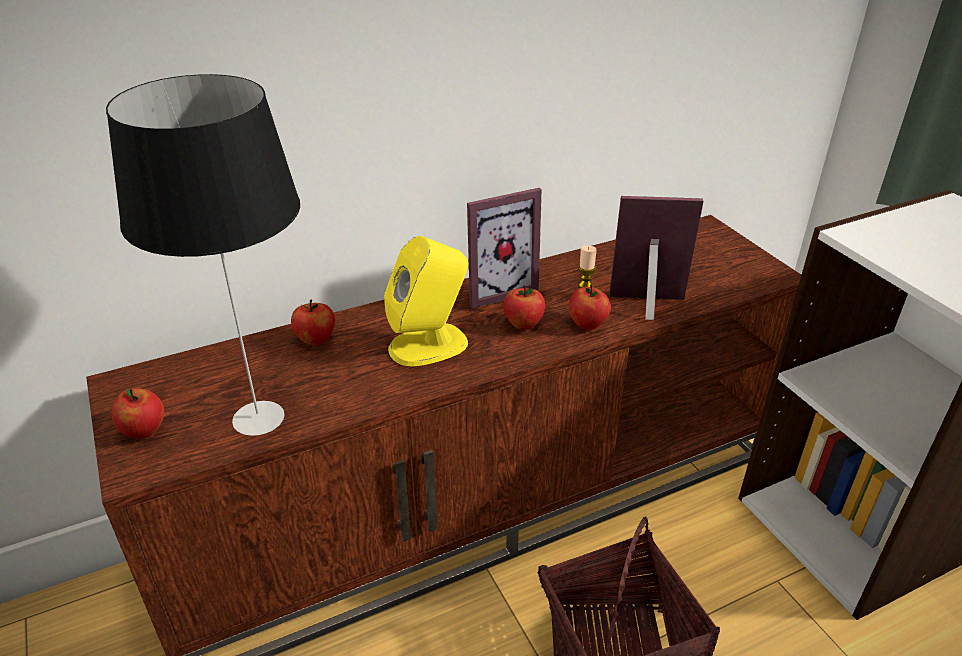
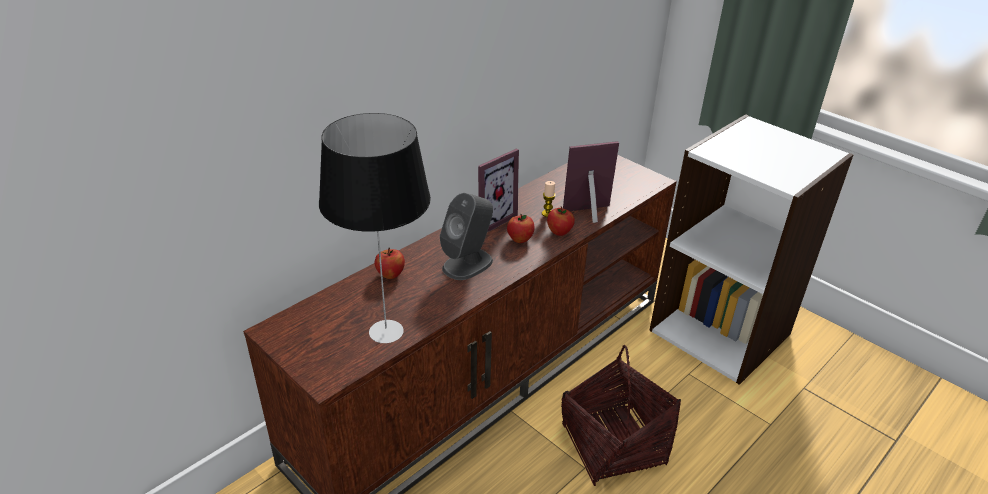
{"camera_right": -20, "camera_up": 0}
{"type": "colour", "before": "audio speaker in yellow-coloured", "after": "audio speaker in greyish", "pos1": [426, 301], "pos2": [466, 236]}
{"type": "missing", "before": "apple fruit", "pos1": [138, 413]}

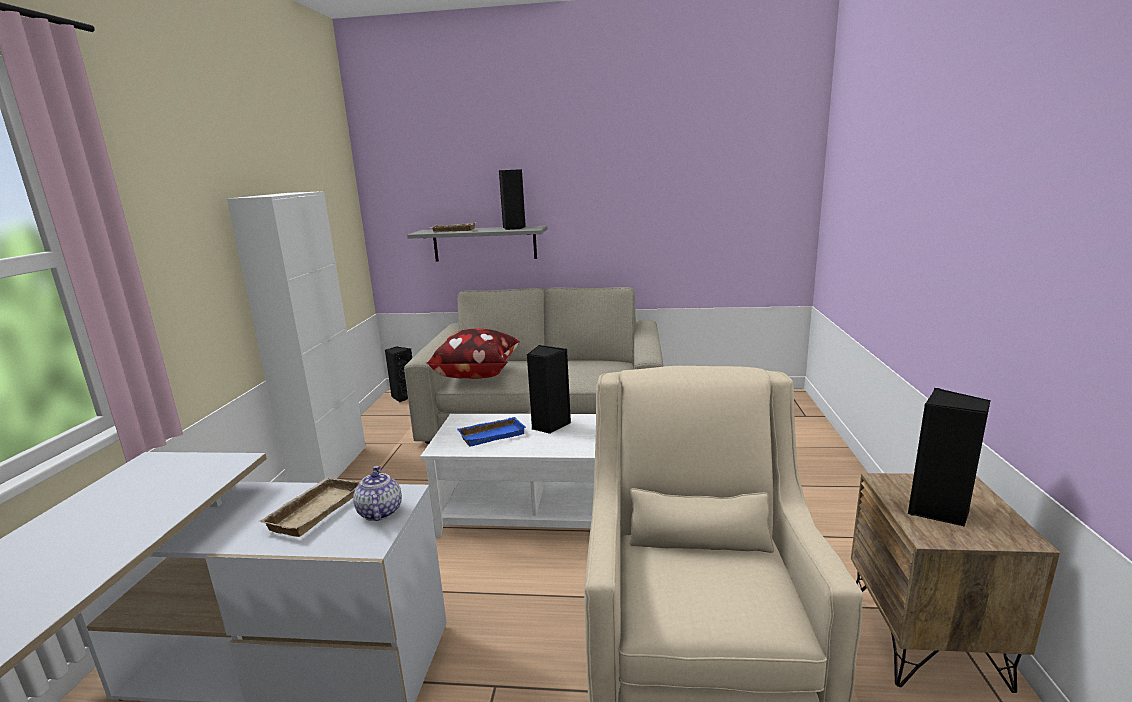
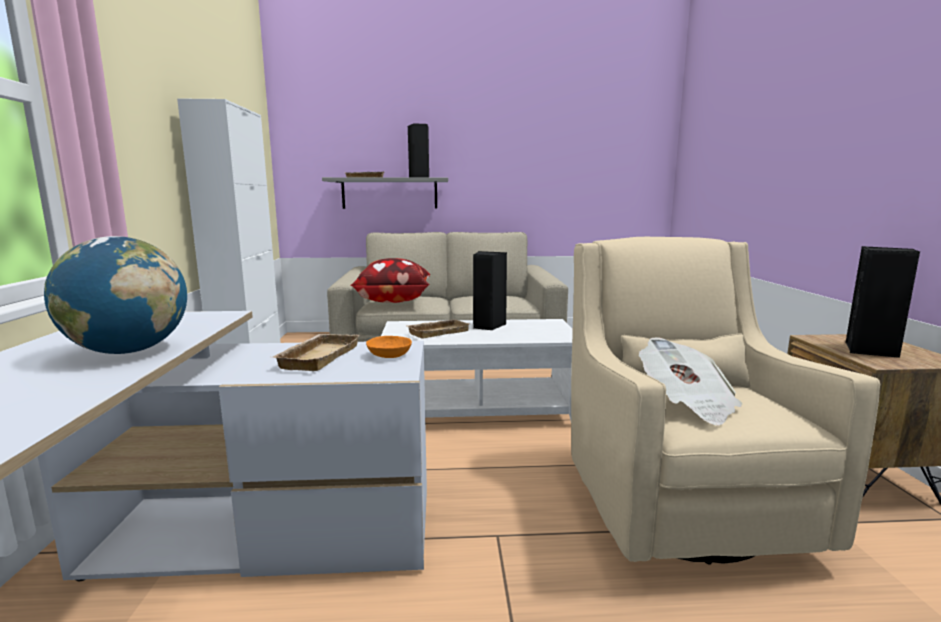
{"camera_right": -10, "camera_up": -5}
{"type": "appeared", "after": "desk globe", "pos2": [115, 295]}
{"type": "exchanged", "before": "tea pot", "after": "serving bowl in orangey", "pos1": [377, 493], "pos2": [389, 347]}
{"type": "colour", "before": "carrying tray in bluish", "after": "carrying tray in beige", "pos1": [491, 432], "pos2": [437, 329]}
{"type": "appeared", "after": "daily paper", "pos2": [690, 381]}
{"type": "missing", "before": "audio speaker in blackish", "pos1": [398, 374]}

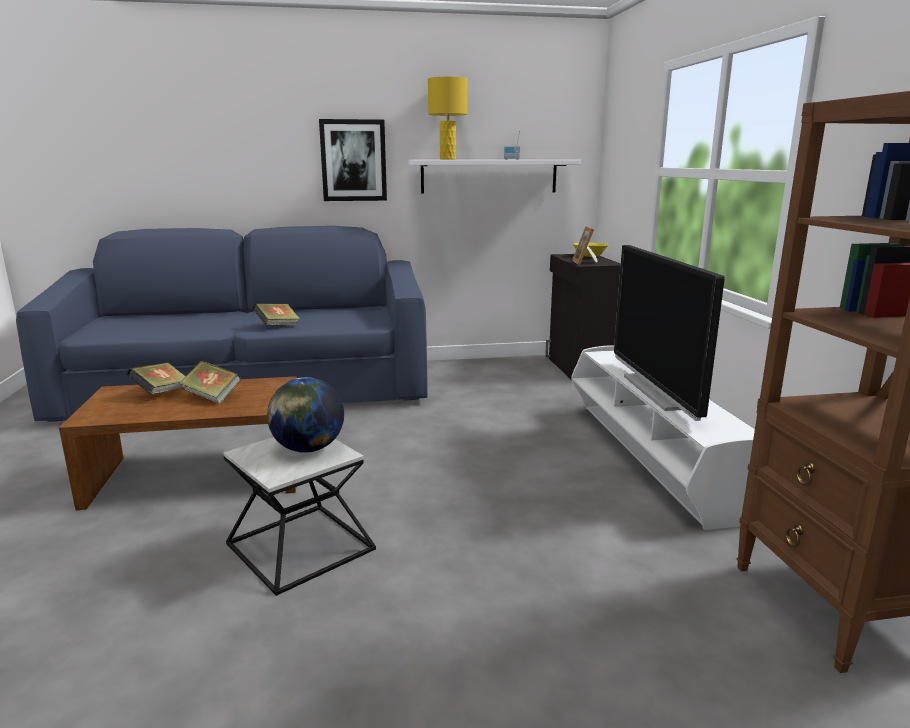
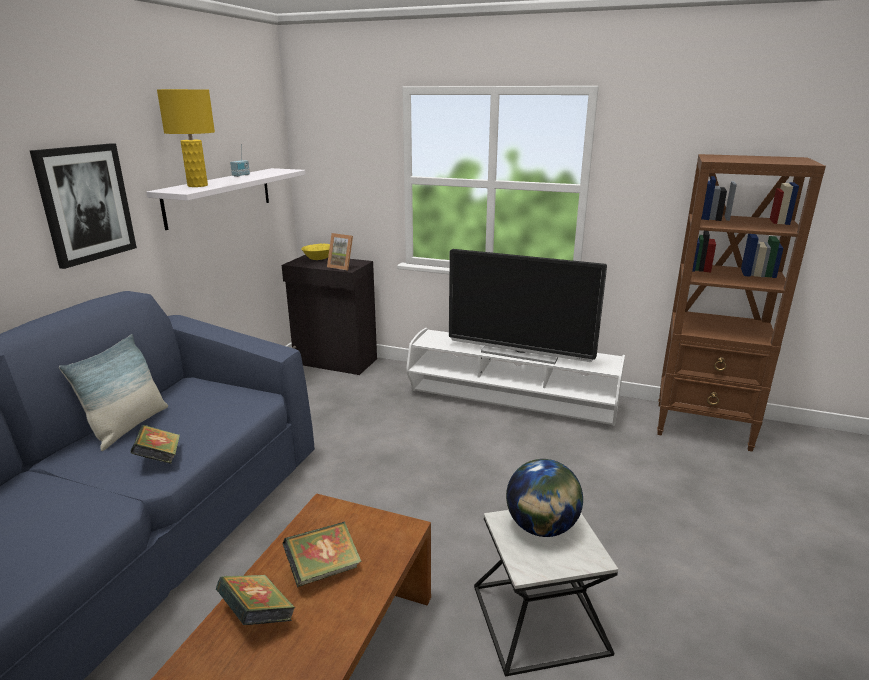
{"camera_right": -60, "camera_up": 5}
{"type": "appeared", "after": "pillow", "pos2": [113, 392]}

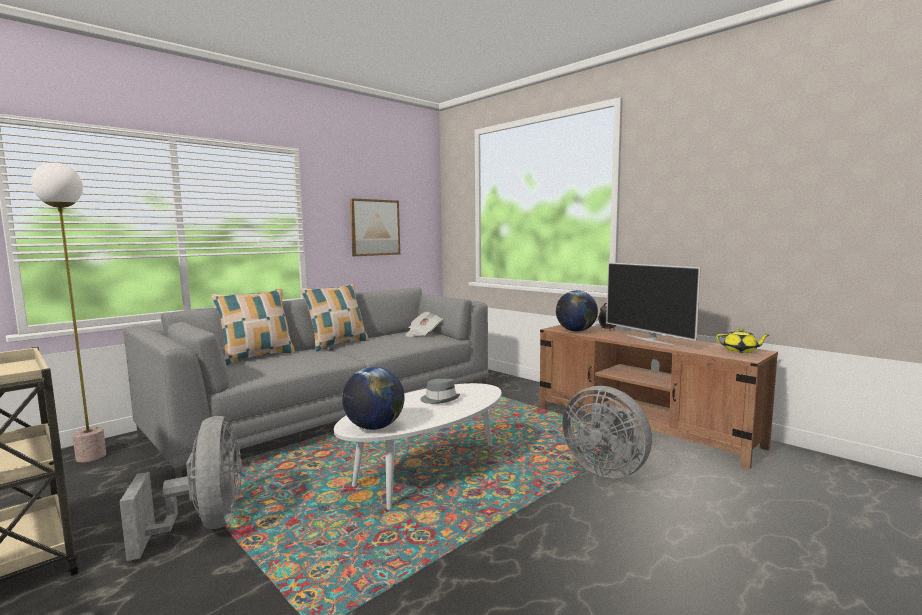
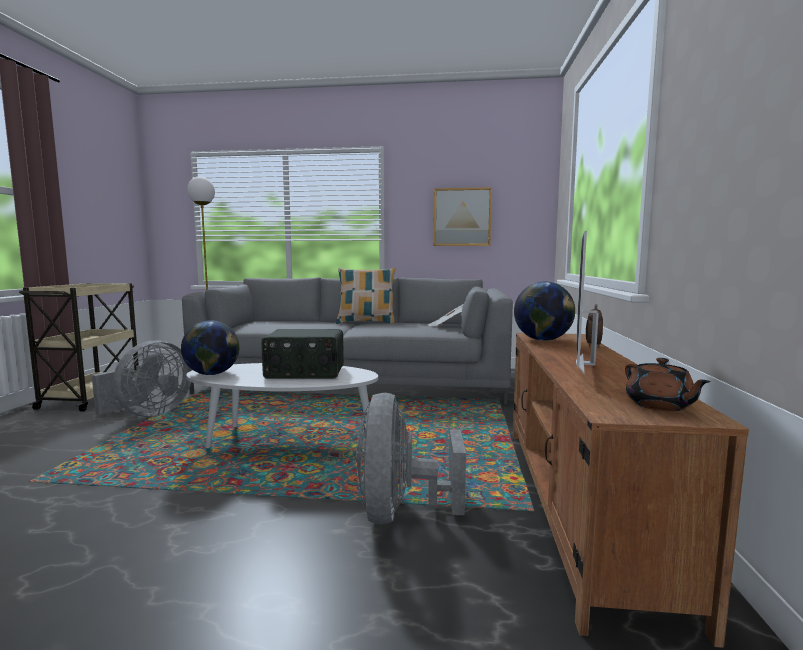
{"camera_right": 50, "camera_up": 0}
{"type": "exchanged", "before": "hat in greyish", "after": "radio receiver", "pos1": [440, 391], "pos2": [302, 354]}
{"type": "colour", "before": "tea pot in yellow-coloured", "after": "tea pot in brown", "pos1": [742, 340], "pos2": [668, 384]}
{"type": "missing", "before": "pillow", "pos1": [253, 327]}

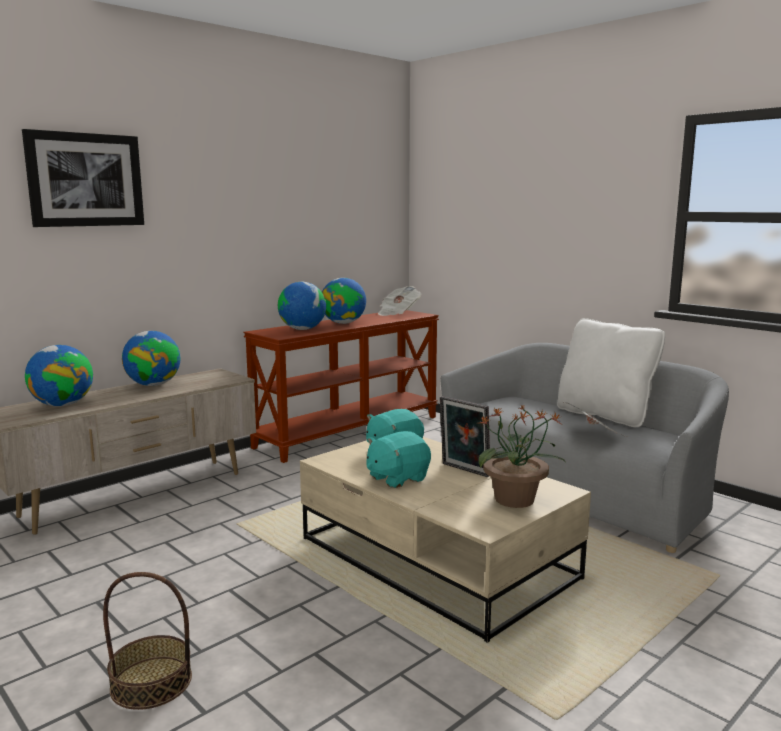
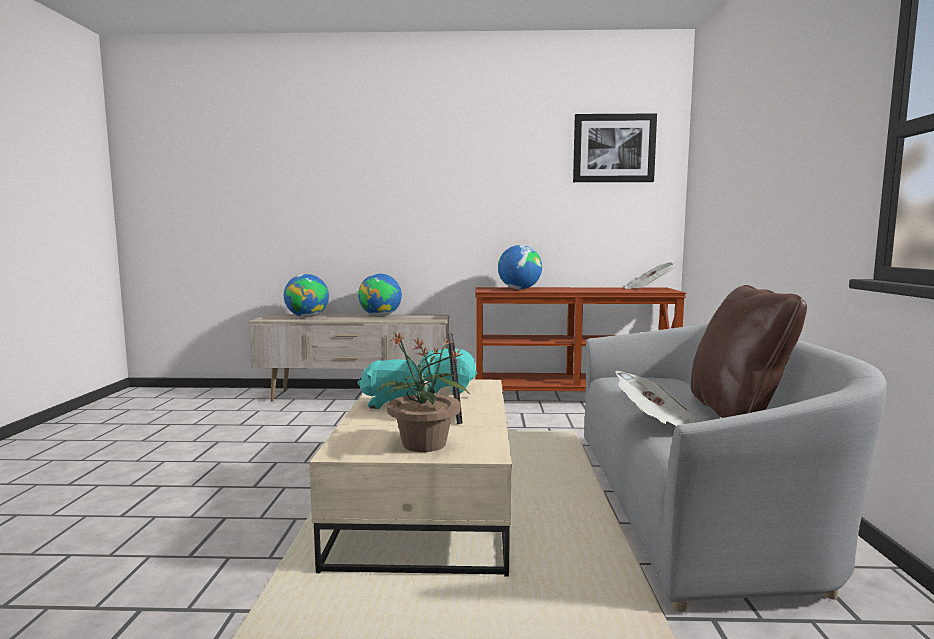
{"camera_right": 45, "camera_up": -5}
{"type": "relocated", "before": "wall picture", "pos1": [83, 178], "pos2": [615, 148]}
{"type": "colour", "before": "pillow in white", "after": "pillow in brown", "pos1": [611, 372], "pos2": [749, 351]}
{"type": "missing", "before": "basket", "pos1": [147, 641]}
{"type": "missing", "before": "desk globe", "pos1": [344, 301]}

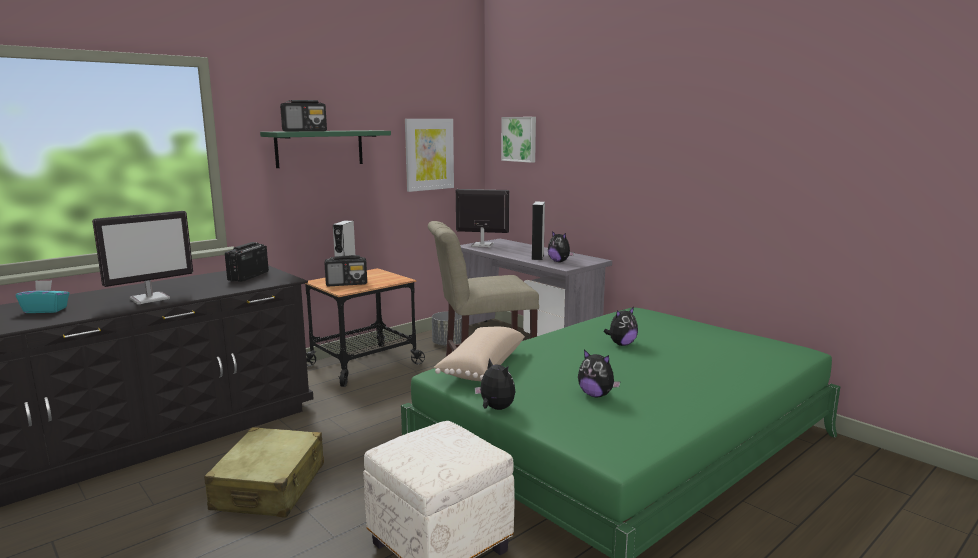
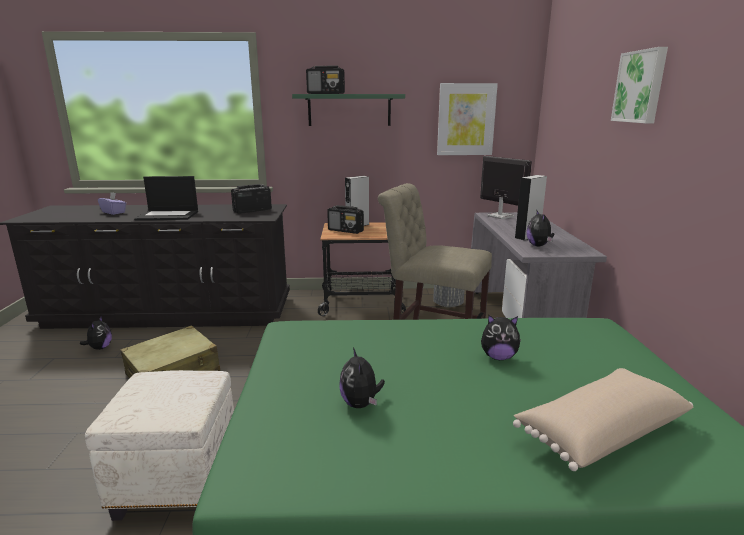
{"camera_right": 40, "camera_up": 5}
{"type": "relocated", "before": "plush toy", "pos1": [495, 384], "pos2": [96, 333]}
{"type": "colour", "before": "tissue box in blue-green", "after": "tissue box in purple", "pos1": [42, 296], "pos2": [112, 203]}
{"type": "exchanged", "before": "computer screen", "after": "laptop", "pos1": [142, 257], "pos2": [166, 198]}
{"type": "relocated", "before": "pillow in beige", "pos1": [479, 354], "pos2": [603, 419]}
{"type": "relocated", "before": "wall picture", "pos1": [518, 140], "pos2": [639, 85]}

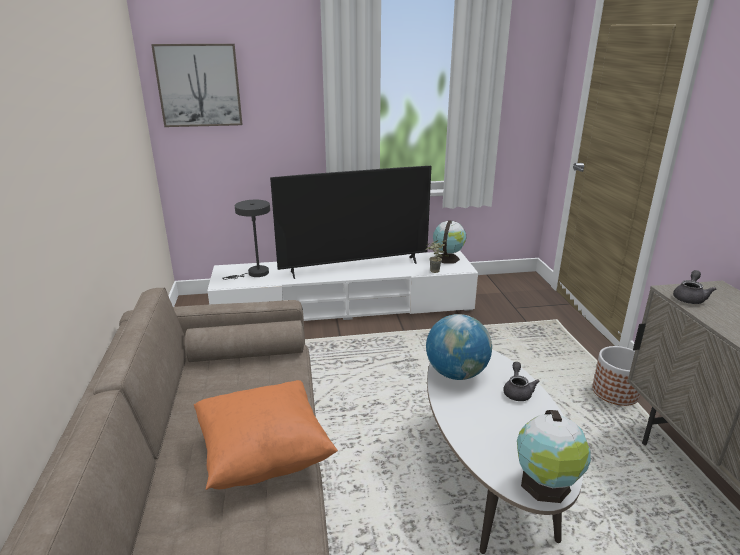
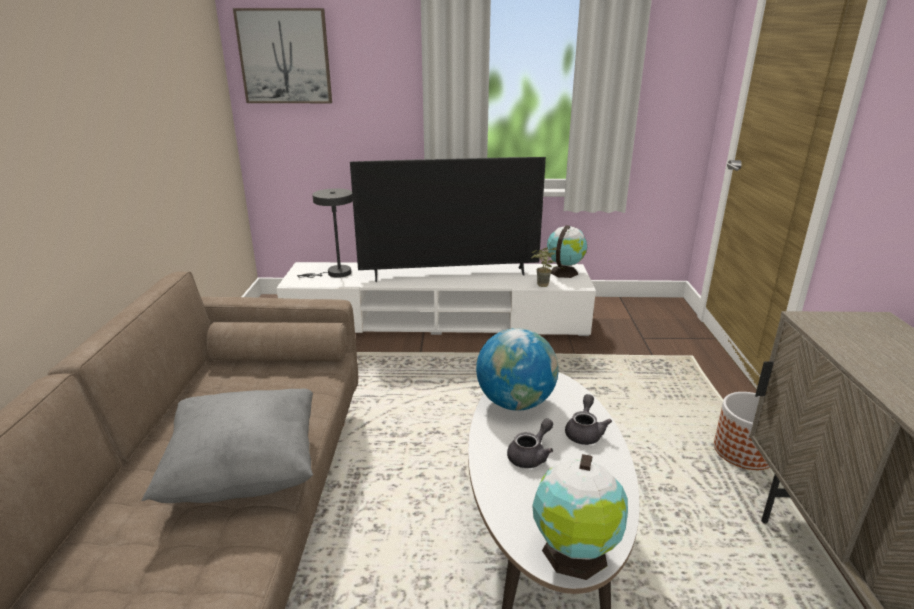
{"camera_right": 10, "camera_up": 0}
{"type": "colour", "before": "pillow in orangey", "after": "pillow in greyish", "pos1": [266, 435], "pos2": [227, 445]}
{"type": "relocated", "before": "tea pot in greyish", "pos1": [694, 287], "pos2": [530, 443]}

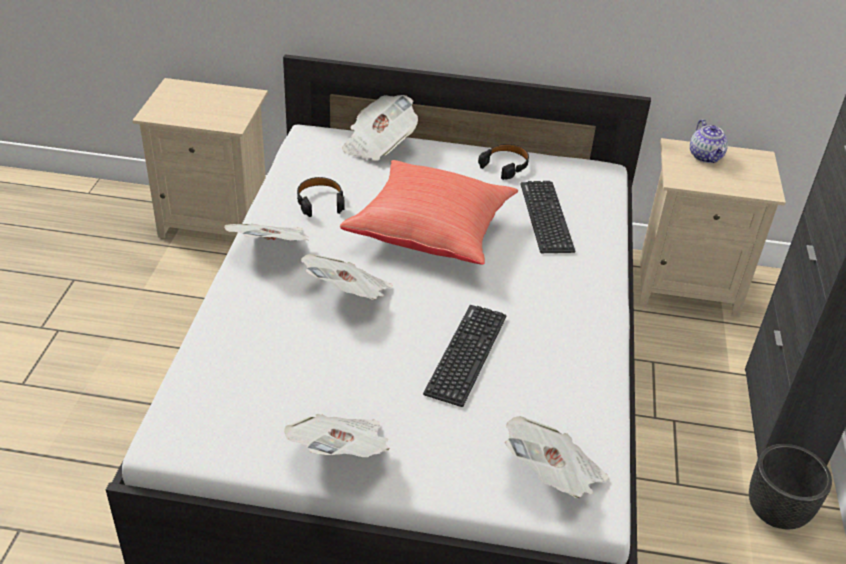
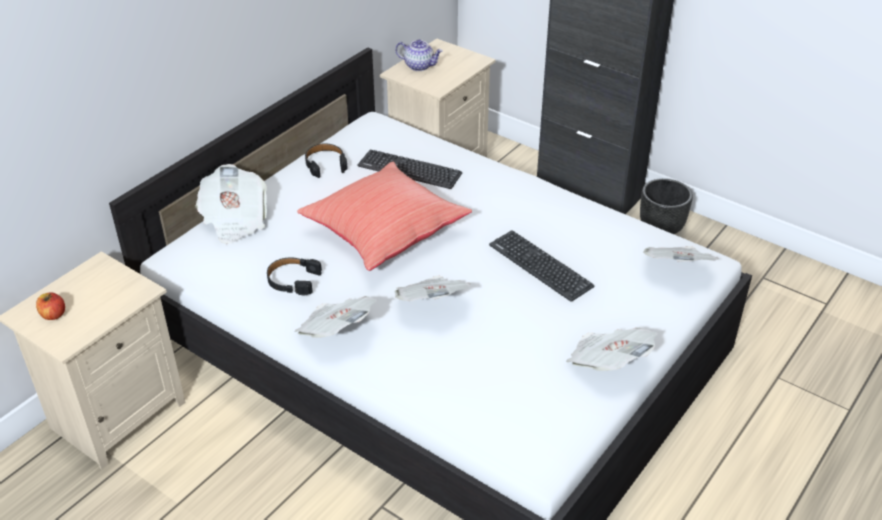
{"camera_right": -60, "camera_up": 0}
{"type": "appeared", "after": "apple fruit", "pos2": [50, 306]}

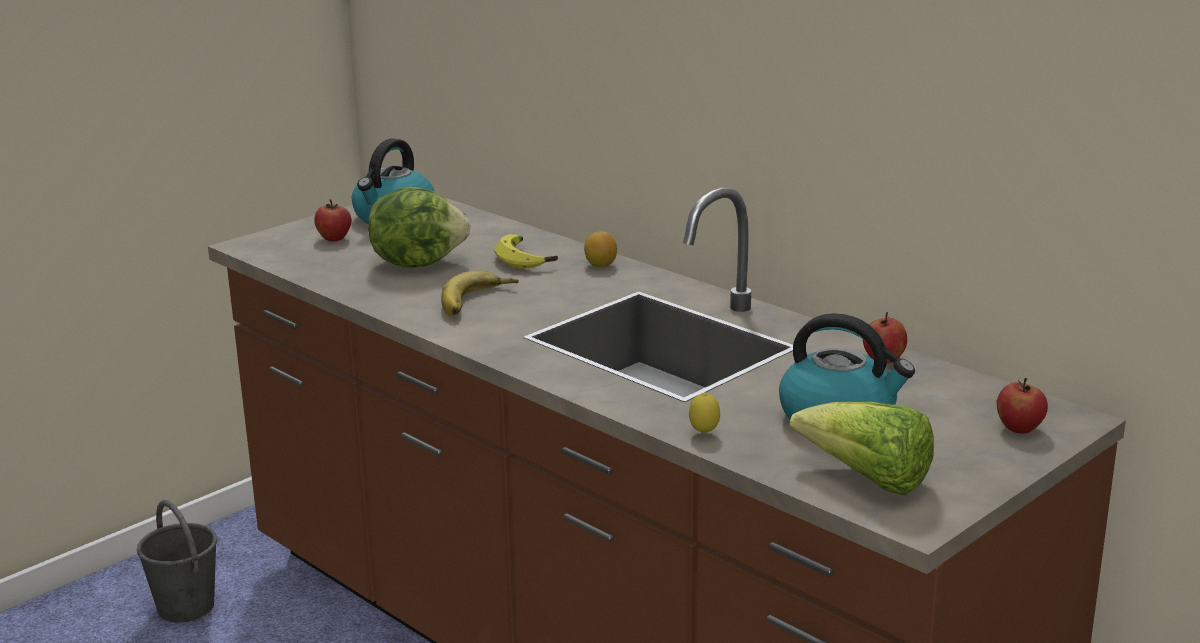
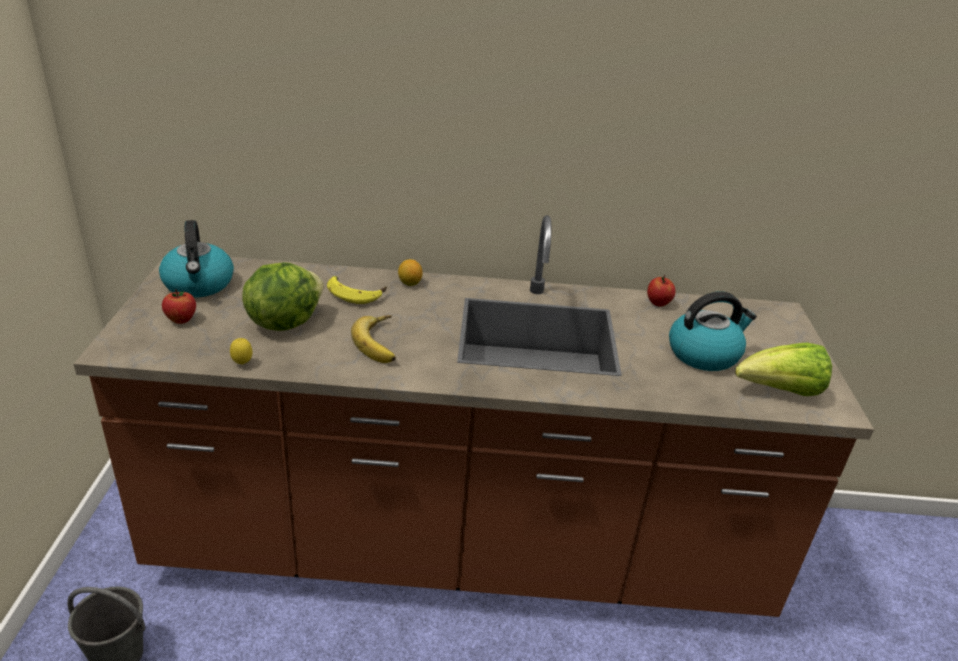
{"camera_right": -45, "camera_up": 10}
{"type": "relocated", "before": "whole lemon", "pos1": [704, 413], "pos2": [241, 351]}
{"type": "missing", "before": "apple fruit", "pos1": [1022, 406]}

